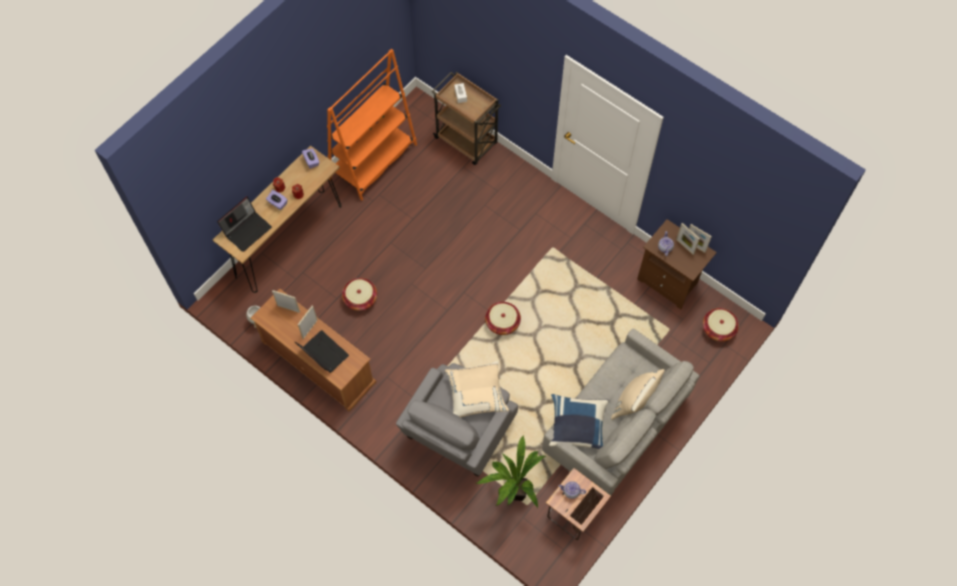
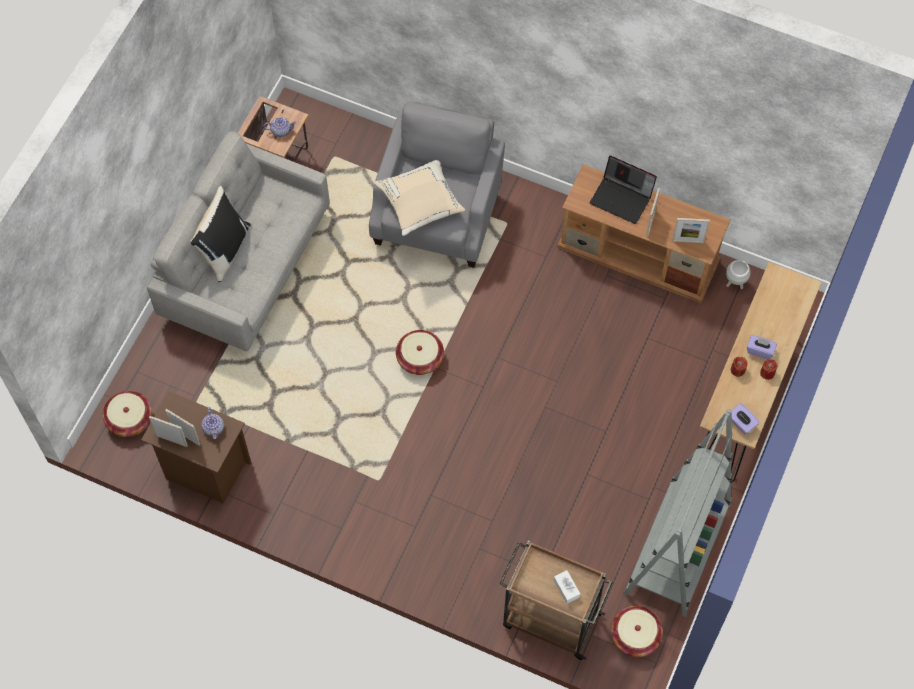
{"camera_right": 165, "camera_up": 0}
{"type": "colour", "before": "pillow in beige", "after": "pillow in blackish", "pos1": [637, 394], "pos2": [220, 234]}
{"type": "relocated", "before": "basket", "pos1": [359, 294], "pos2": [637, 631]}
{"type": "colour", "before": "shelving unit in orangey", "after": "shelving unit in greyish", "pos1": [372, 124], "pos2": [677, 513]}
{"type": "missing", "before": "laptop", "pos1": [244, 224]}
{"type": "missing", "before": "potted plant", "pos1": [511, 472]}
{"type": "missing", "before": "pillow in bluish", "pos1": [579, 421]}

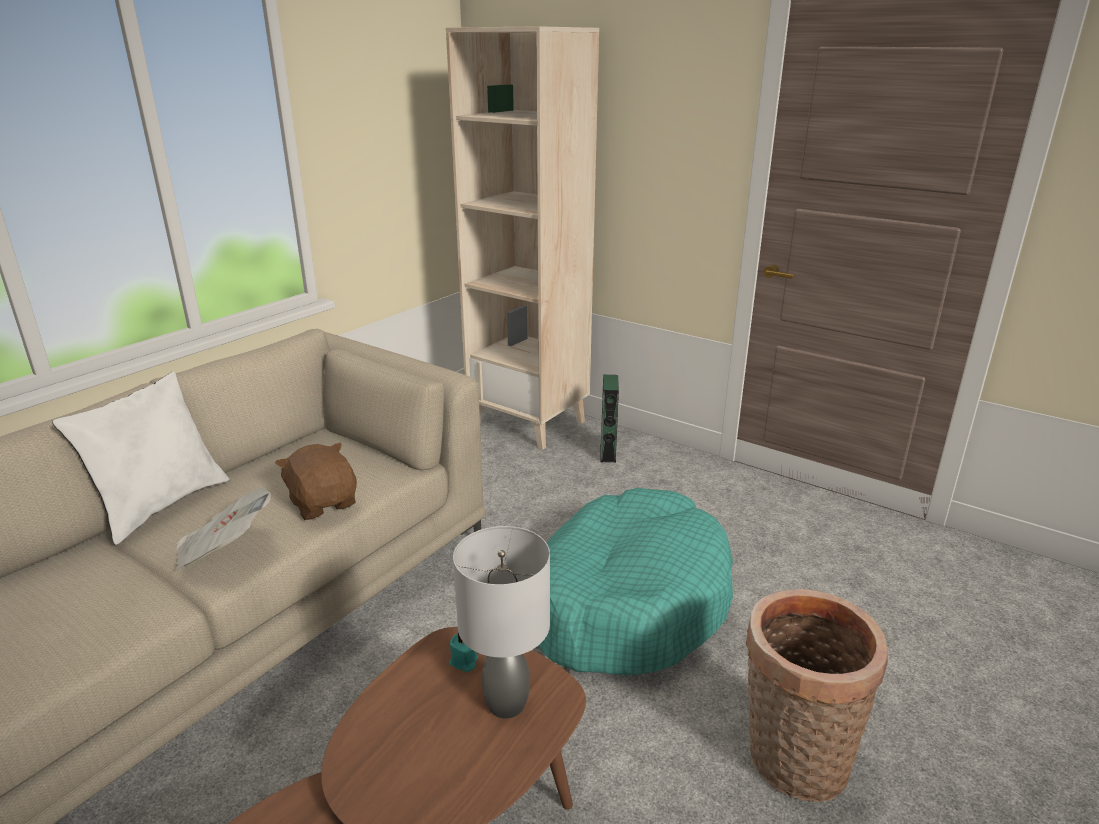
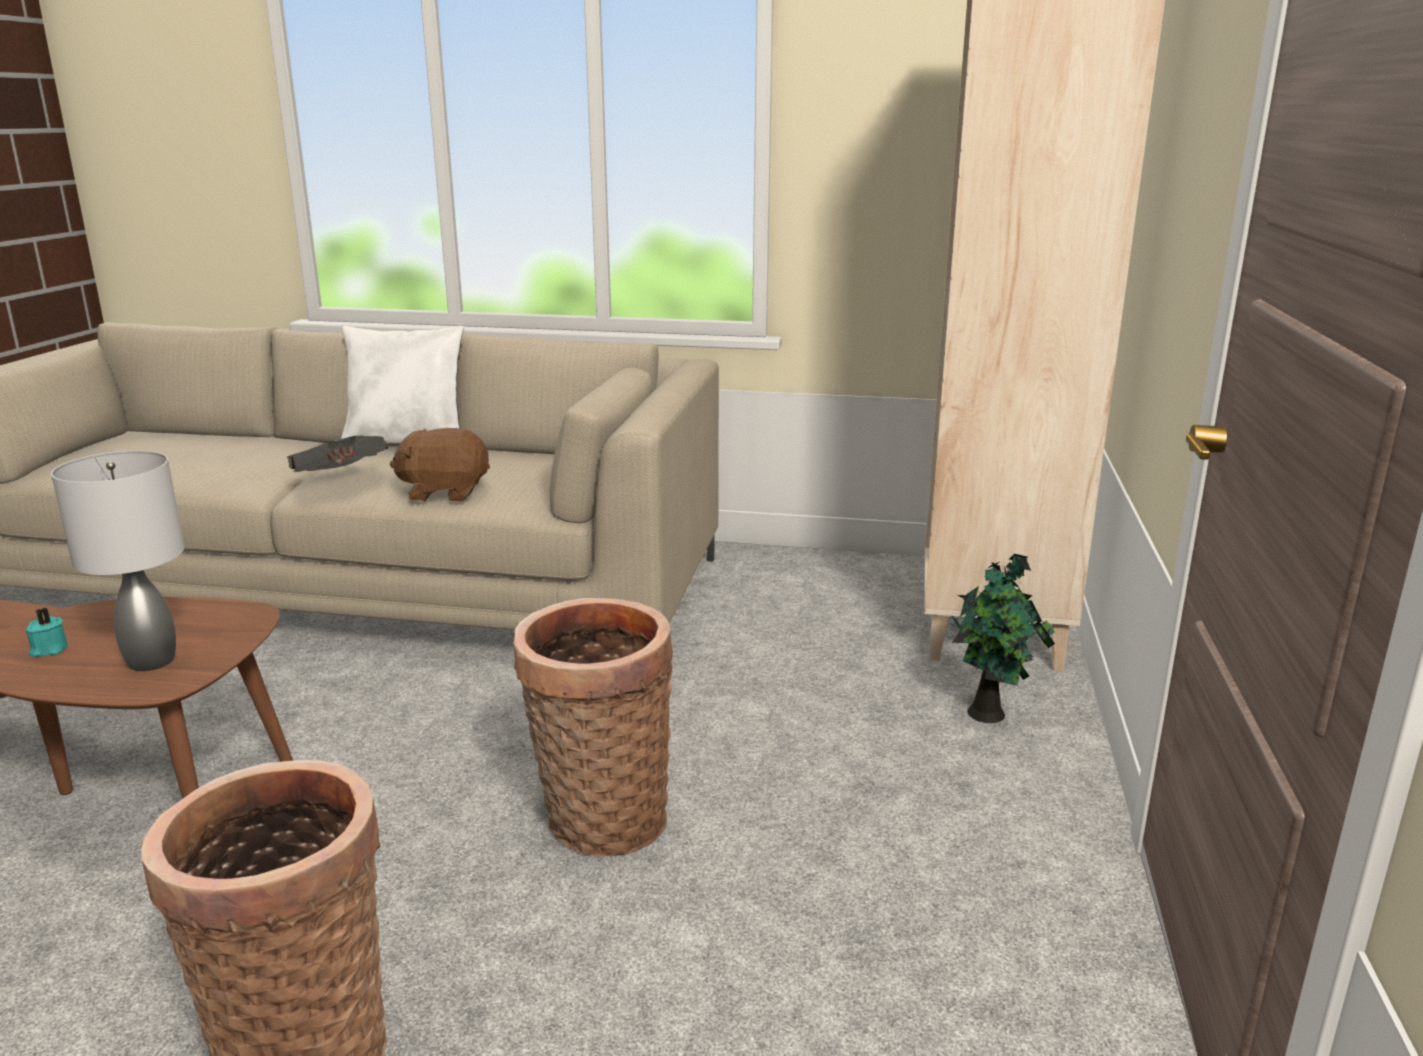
{"camera_right": 65, "camera_up": -5}
{"type": "relocated", "before": "wax candle in blue-green", "pos1": [463, 652], "pos2": [47, 632]}
{"type": "spun", "before": "plush toy in brown", "pos1": [316, 481], "pos2": [440, 465], "turn": -120}
{"type": "exchanged", "before": "dog bed in blue-green", "after": "basket", "pos1": [635, 581], "pos2": [593, 727]}
{"type": "exchanged", "before": "audio speaker in green", "after": "potted plant", "pos1": [609, 419], "pos2": [1003, 638]}

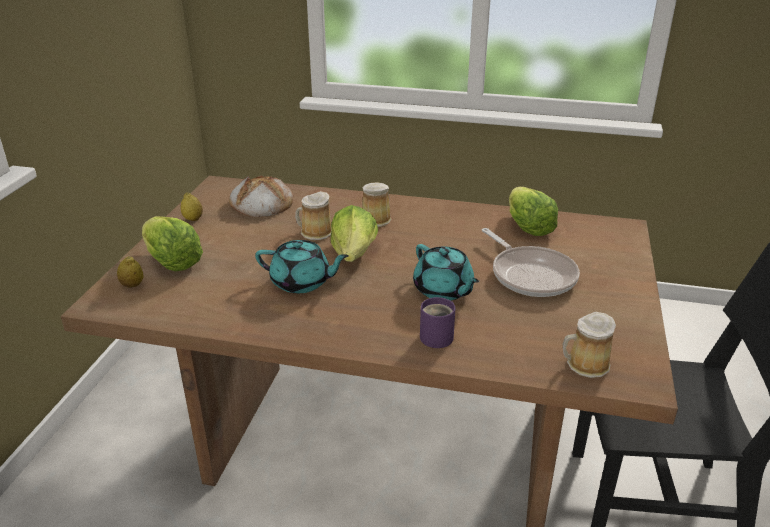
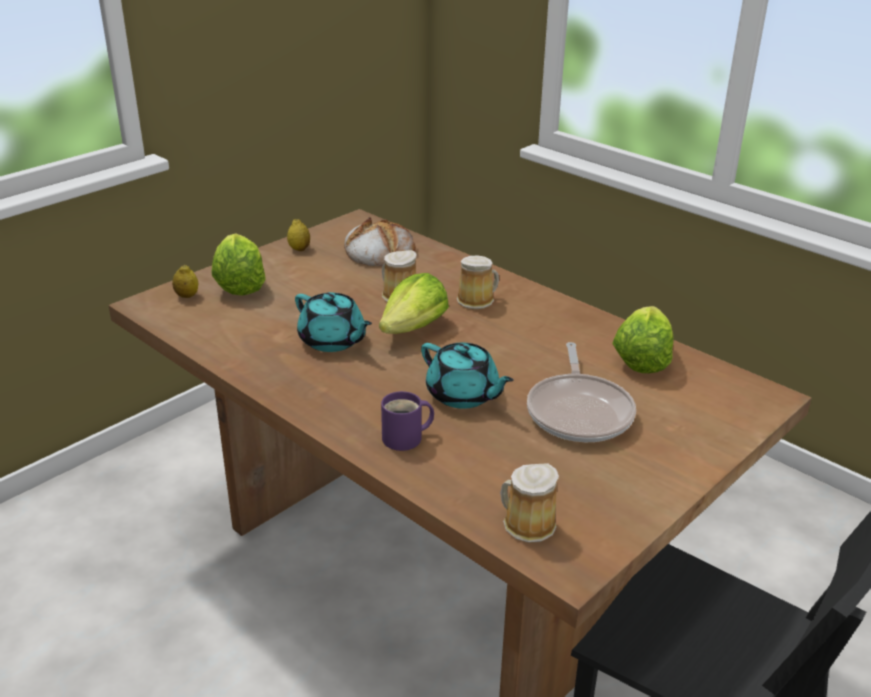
{"camera_right": 30, "camera_up": 0}
{"type": "spun", "before": "tea pot in blue-green", "pos1": [446, 272], "pos2": [467, 376], "turn": -45}

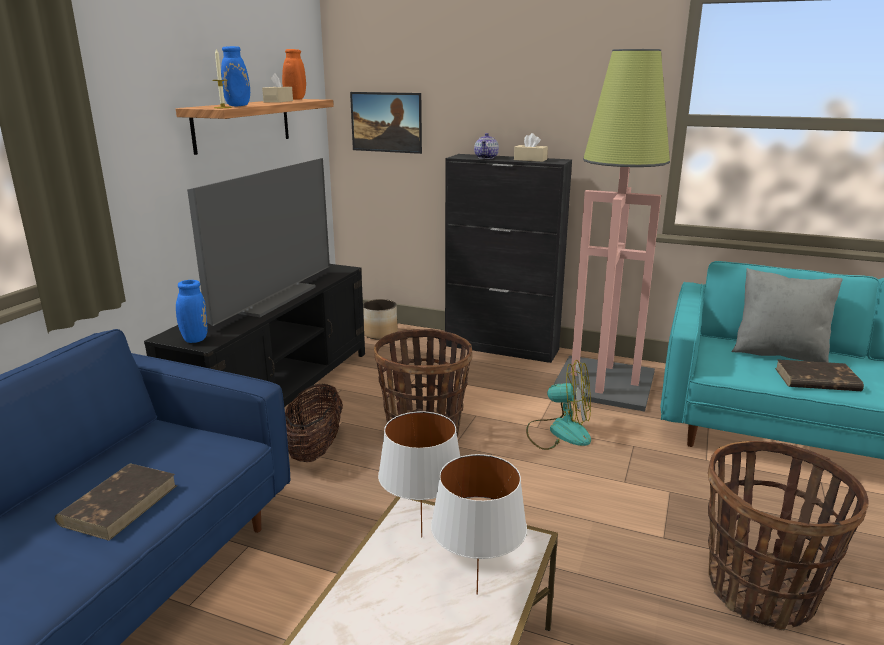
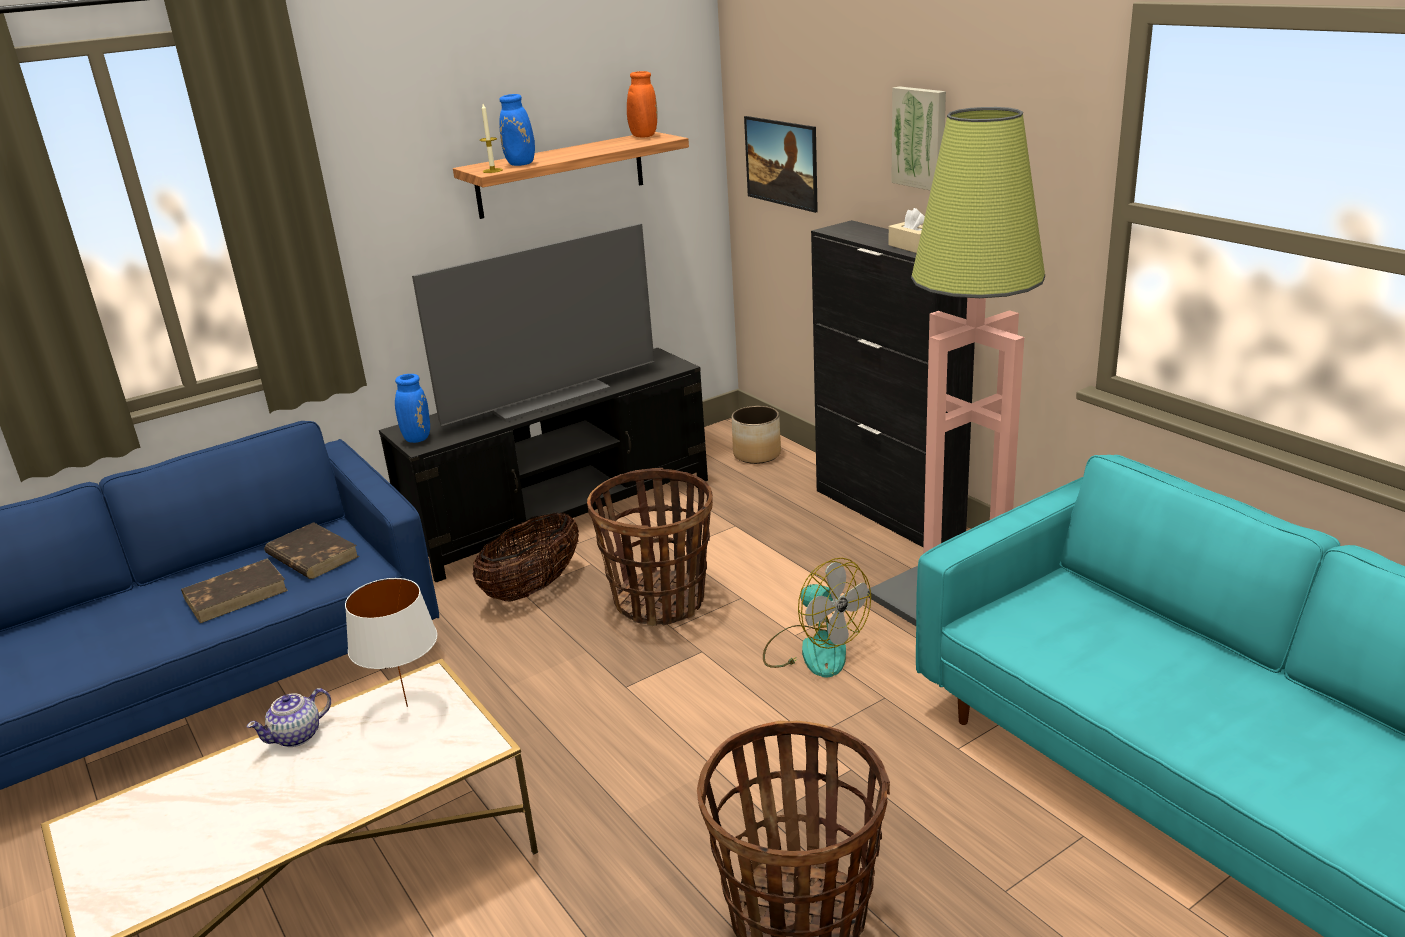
{"camera_right": 35, "camera_up": 5}
{"type": "relocated", "before": "tea pot", "pos1": [486, 146], "pos2": [289, 717]}
{"type": "relocated", "before": "volume in brown", "pos1": [819, 375], "pos2": [311, 550]}
{"type": "appeared", "after": "wall picture", "pos2": [918, 138]}
{"type": "missing", "before": "tissue box in beige", "pos1": [277, 88]}
{"type": "missing", "before": "lamp for a table in white", "pos1": [479, 524]}
{"type": "missing", "before": "pillow in greyish", "pos1": [787, 315]}

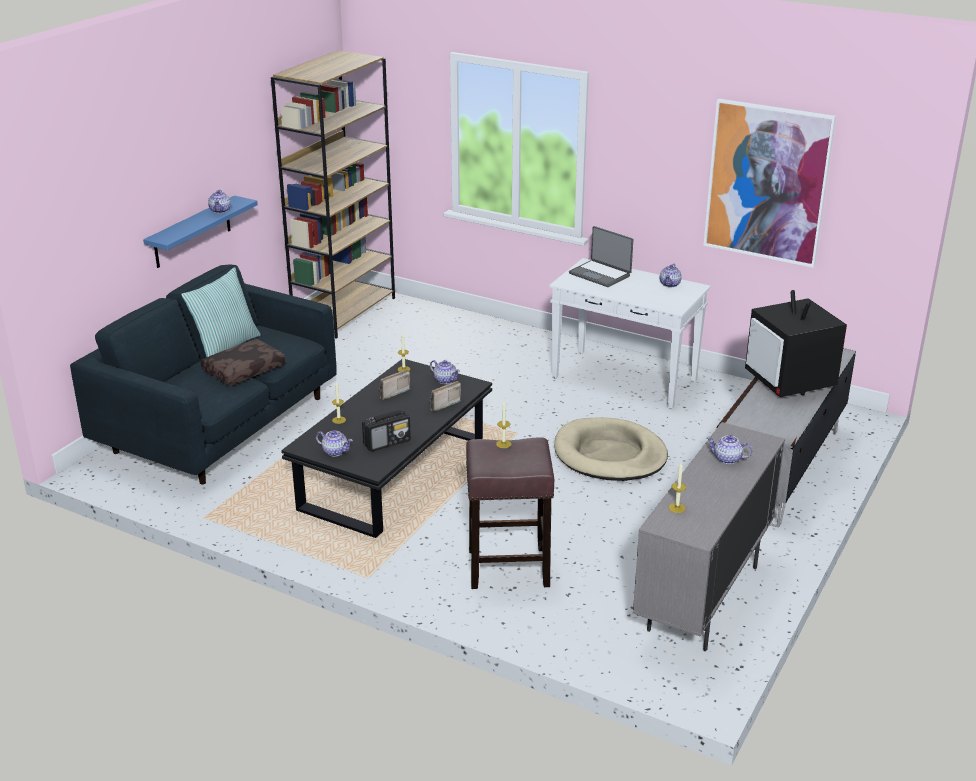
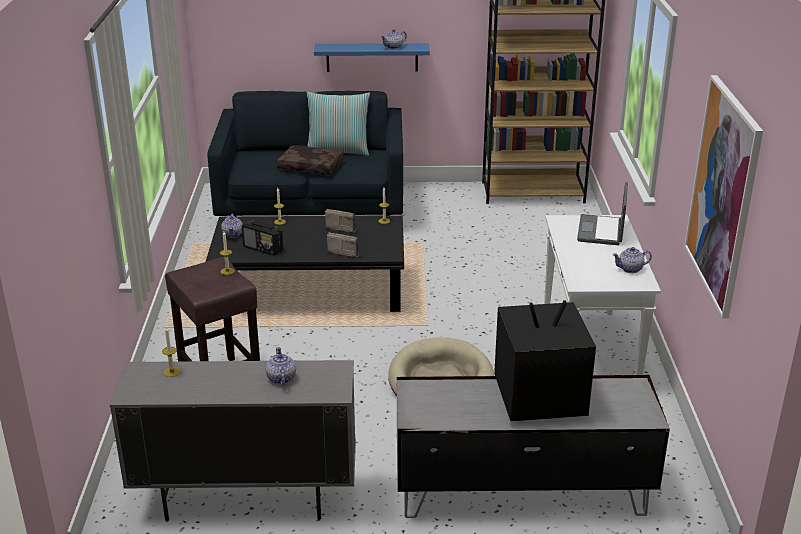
{"camera_right": 60, "camera_up": 0}
{"type": "spun", "before": "television", "pos1": [796, 343], "pos2": [545, 361], "turn": 45}
{"type": "missing", "before": "tea pot", "pos1": [445, 372]}

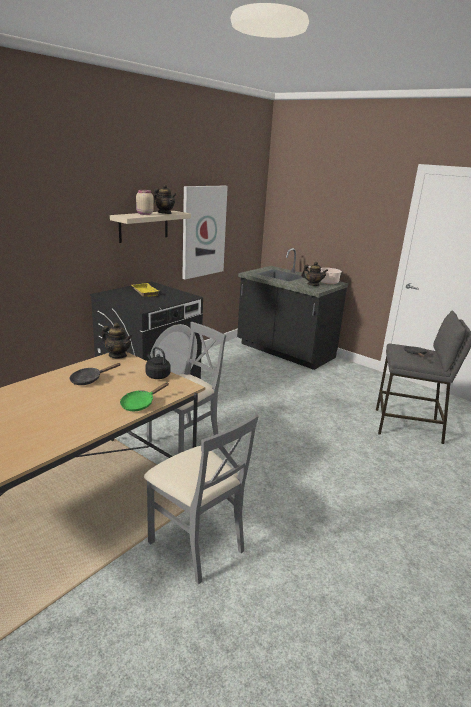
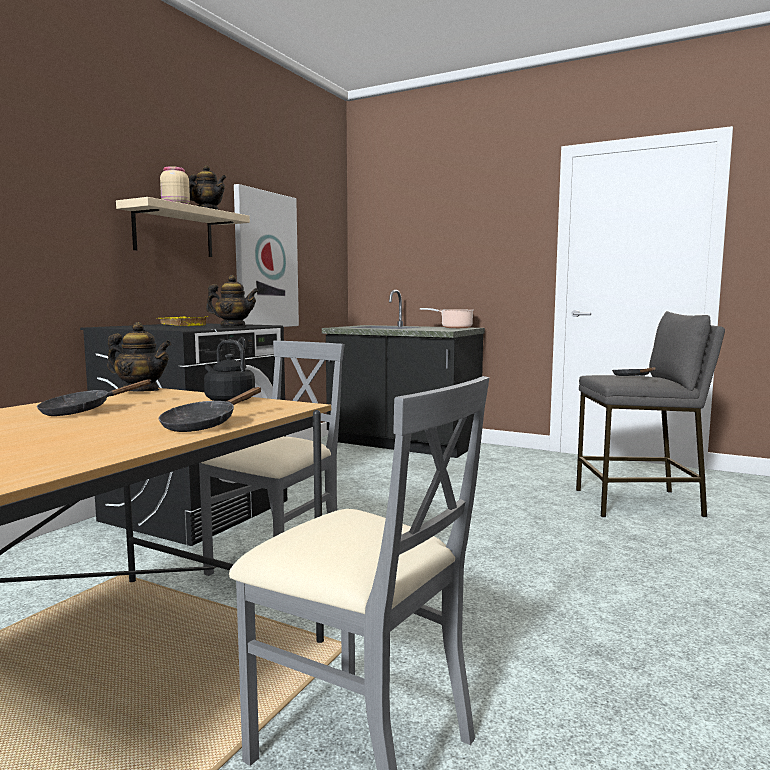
{"camera_right": -10, "camera_up": -15}
{"type": "colour", "before": "pan in green", "after": "pan in blackish", "pos1": [144, 396], "pos2": [210, 409]}
{"type": "relocated", "before": "tea pot", "pos1": [314, 274], "pos2": [232, 300]}

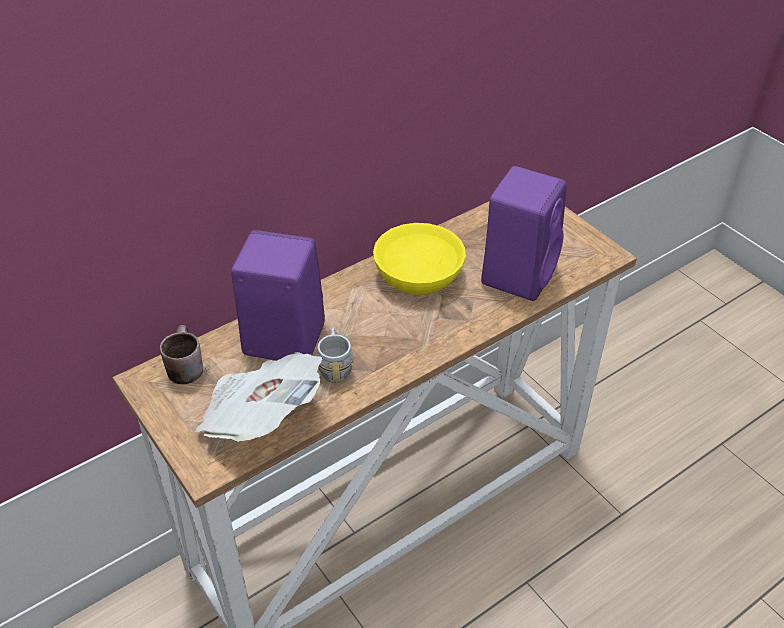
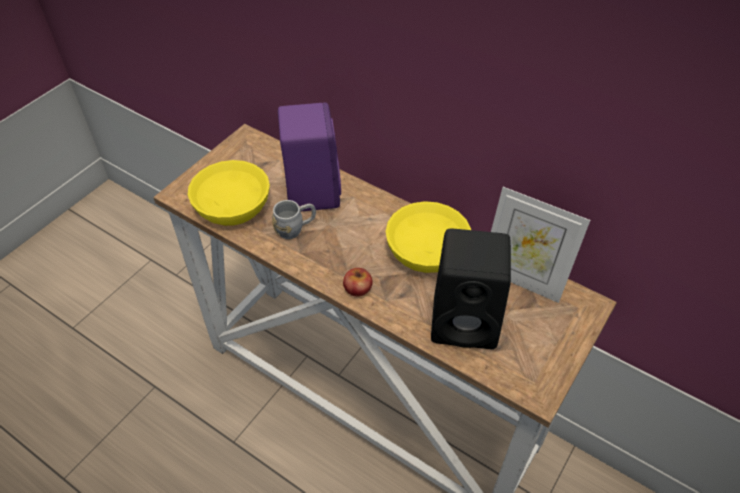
{"camera_right": 70, "camera_up": 5}
{"type": "exchanged", "before": "daily paper", "after": "serving bowl in yellow-coloured", "pos1": [259, 397], "pos2": [229, 193]}
{"type": "appeared", "after": "apple fruit", "pos2": [357, 282]}
{"type": "colour", "before": "audio speaker in purple", "after": "audio speaker in blackish", "pos1": [524, 233], "pos2": [471, 289]}
{"type": "appeared", "after": "standing frame", "pos2": [540, 245]}
{"type": "missing", "before": "coffee mug in brown", "pos1": [181, 354]}

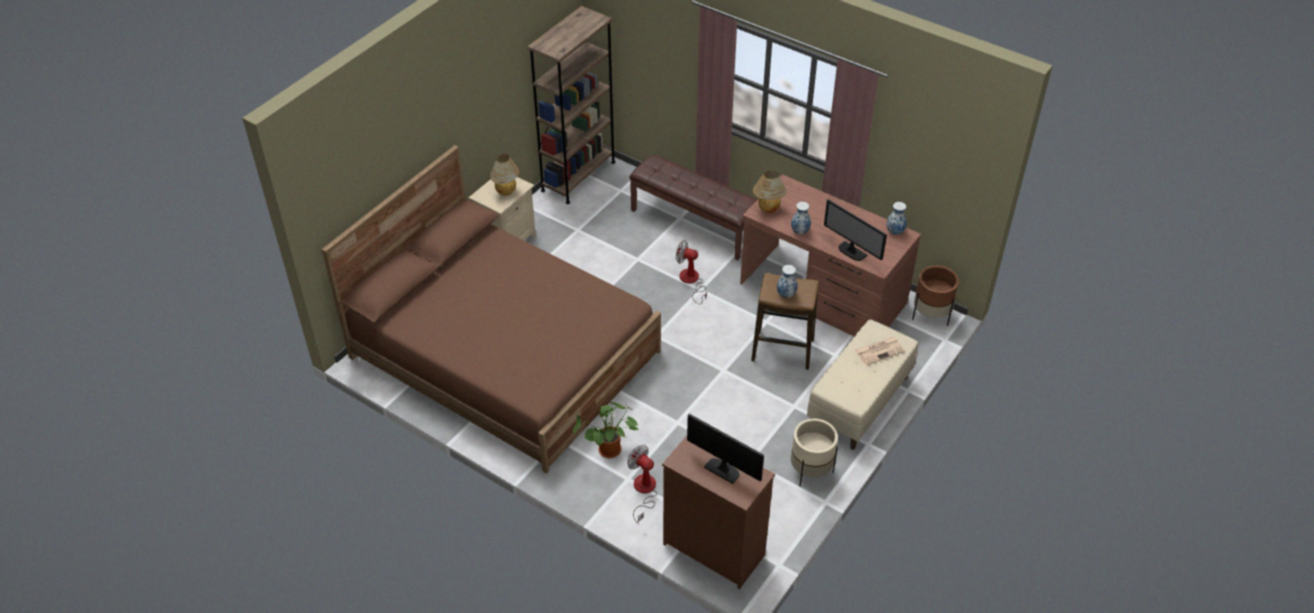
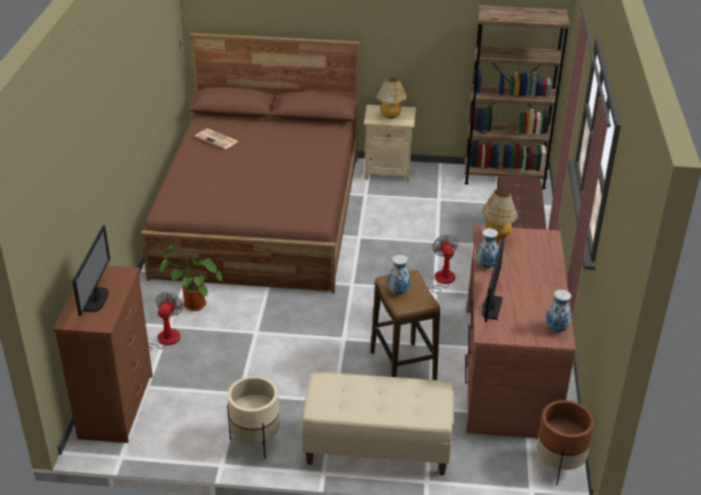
{"camera_right": 60, "camera_up": -10}
{"type": "relocated", "before": "daily paper", "pos1": [880, 351], "pos2": [217, 139]}

